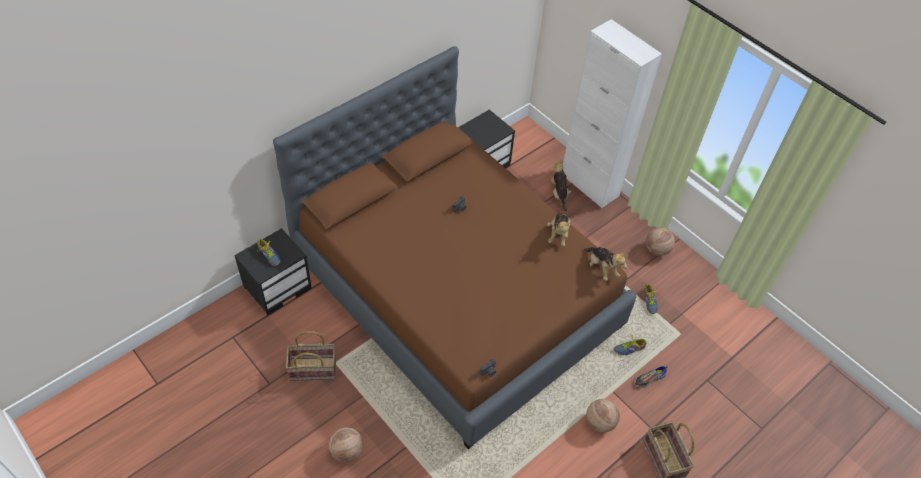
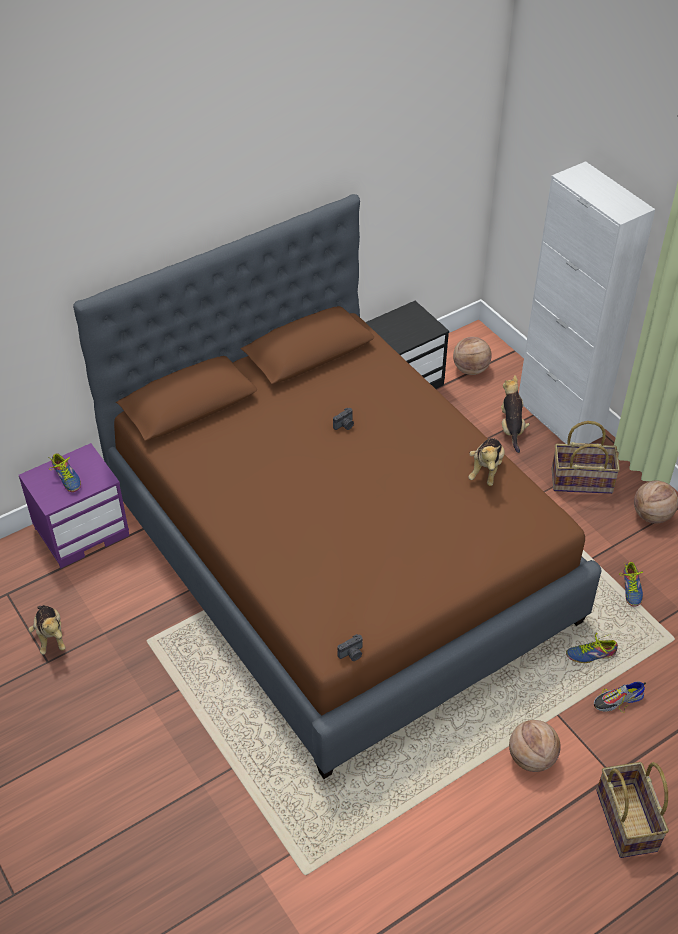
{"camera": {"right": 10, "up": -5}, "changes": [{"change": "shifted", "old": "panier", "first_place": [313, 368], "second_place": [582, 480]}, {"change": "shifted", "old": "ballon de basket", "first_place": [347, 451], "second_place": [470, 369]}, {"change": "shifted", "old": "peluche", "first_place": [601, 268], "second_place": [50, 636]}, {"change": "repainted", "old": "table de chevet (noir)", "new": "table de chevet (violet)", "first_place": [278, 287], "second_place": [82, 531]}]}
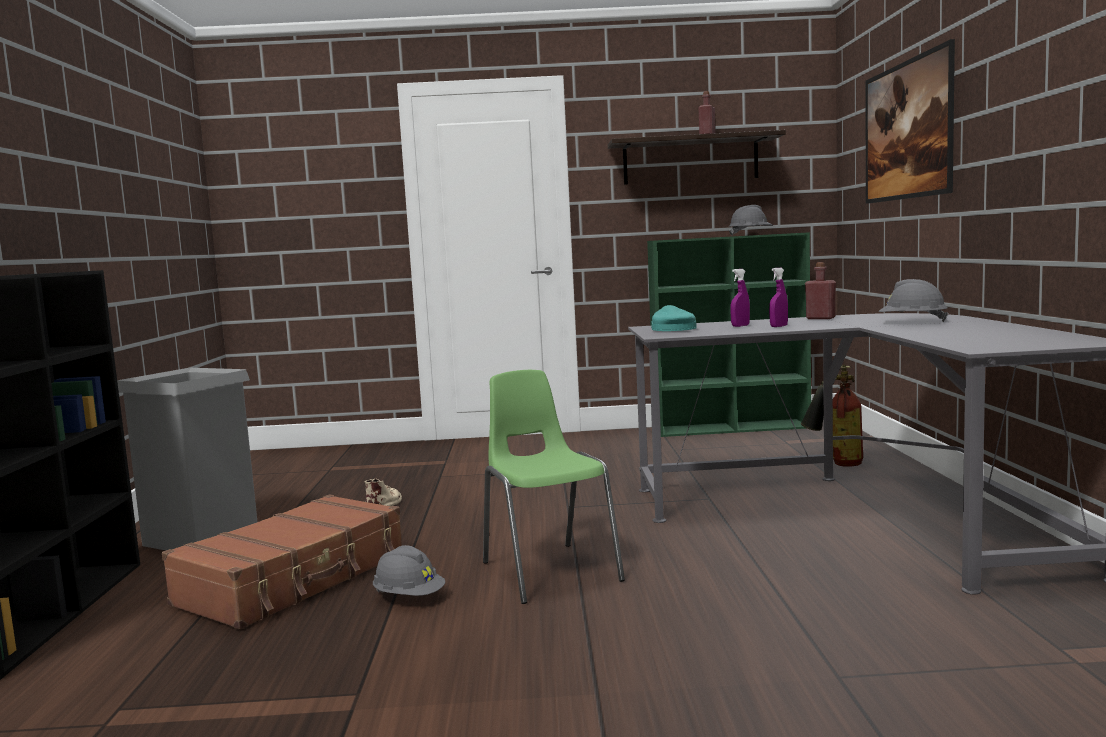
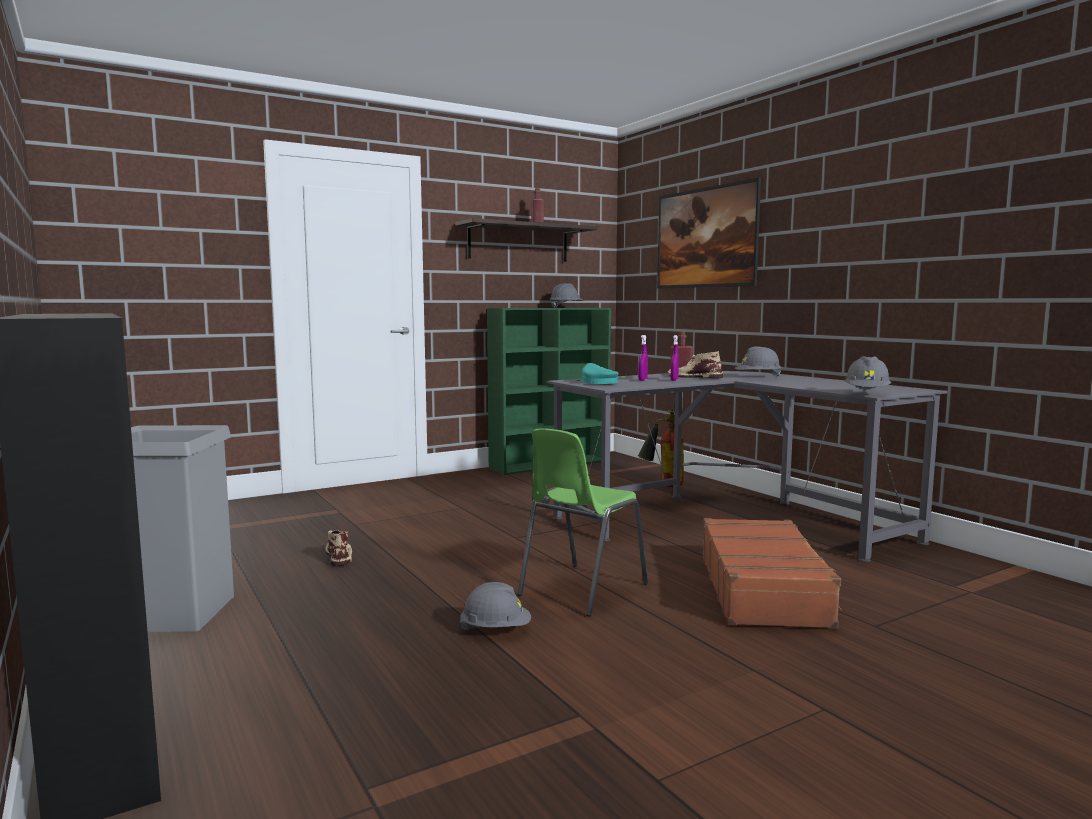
{"camera": {"right": -30, "up": 0}, "changes": [{"change": "new", "new": "botte (beige)", "second_place": [694, 377]}, {"change": "new", "new": "casque de chantier (gris)", "second_place": [866, 394]}, {"change": "shifted", "old": "valise (marron)", "first_place": [294, 580], "second_place": [763, 589]}, {"change": "rotated", "old": "chaise (vert)", "first_place": [549, 571], "second_place": [581, 589], "degrees": -90}]}
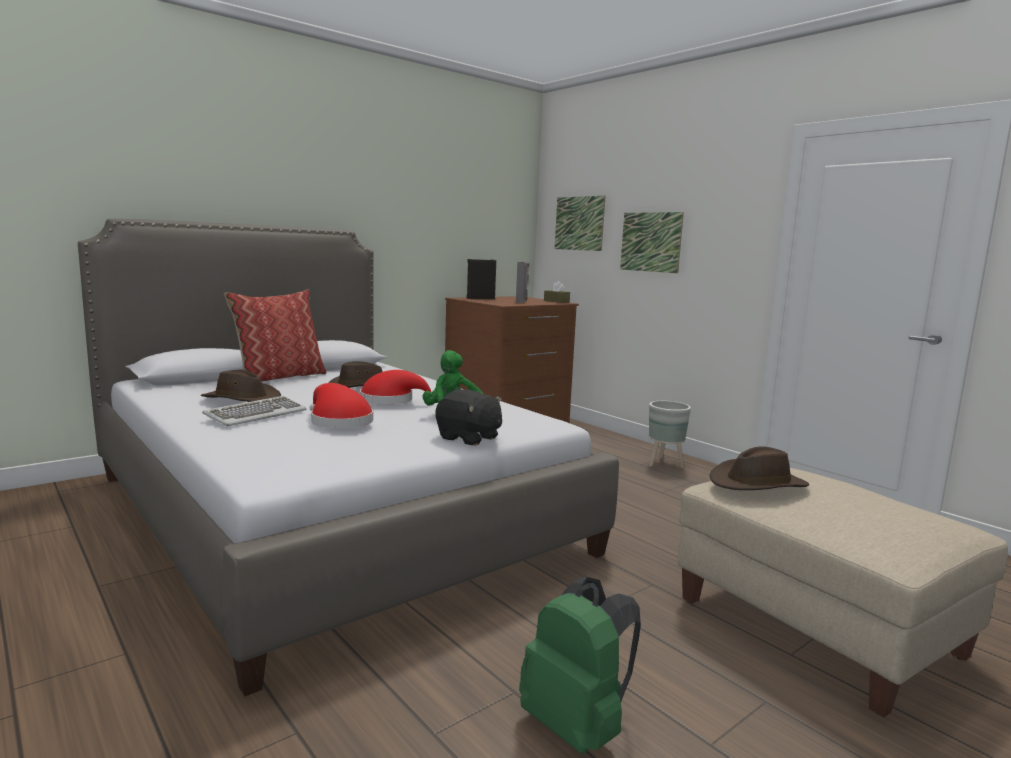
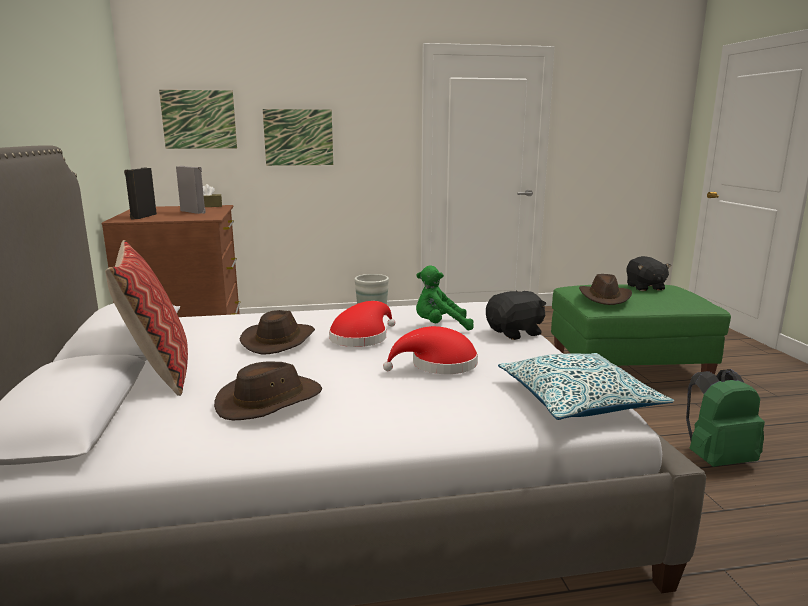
{"camera": {"right": -60, "up": 5}, "changes": [{"change": "gone", "old": "clavier", "first_place": [256, 415]}, {"change": "new", "new": "coussin", "second_place": [578, 401]}, {"change": "new", "new": "peluche (noir)", "second_place": [644, 287]}, {"change": "repainted", "old": "pouf (beige)", "new": "pouf (vert)", "first_place": [816, 628], "second_place": [628, 367]}]}
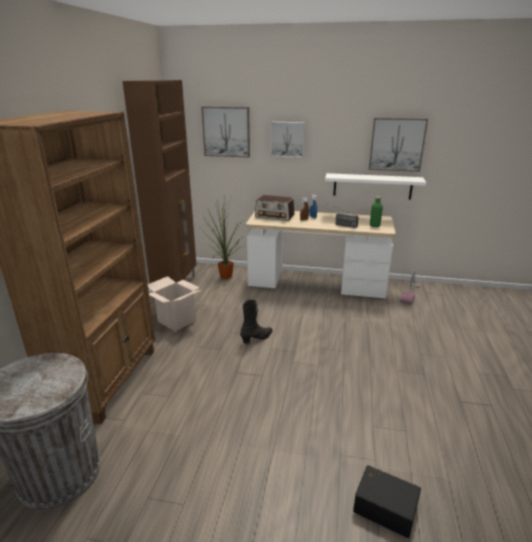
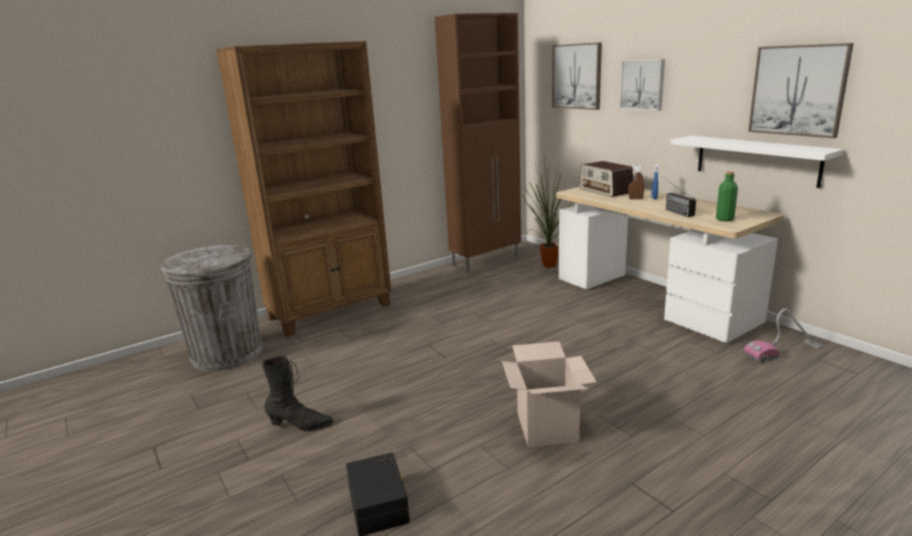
{"camera": {"right": 45, "up": -5}, "changes": [{"change": "shifted", "old": "carton", "first_place": [177, 321], "second_place": [547, 427]}, {"change": "shifted", "old": "botte (noir)", "first_place": [257, 338], "second_place": [300, 425]}]}
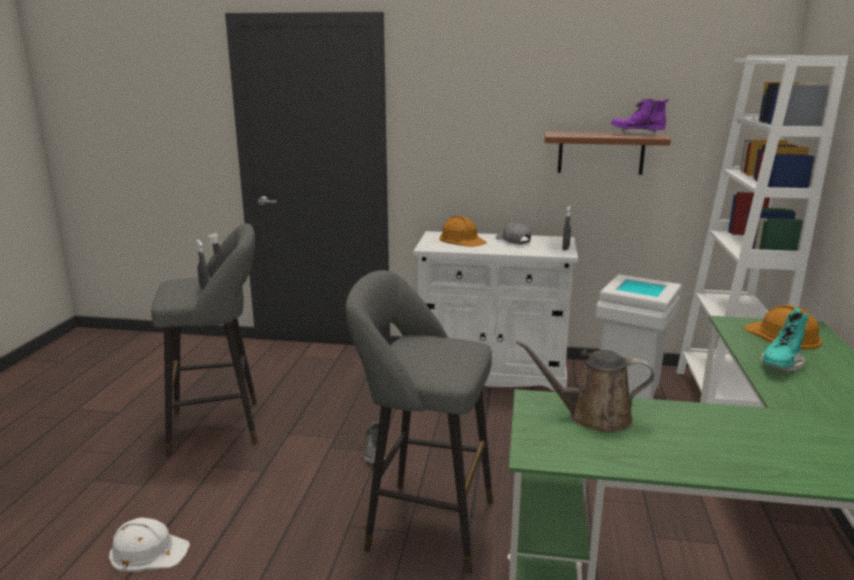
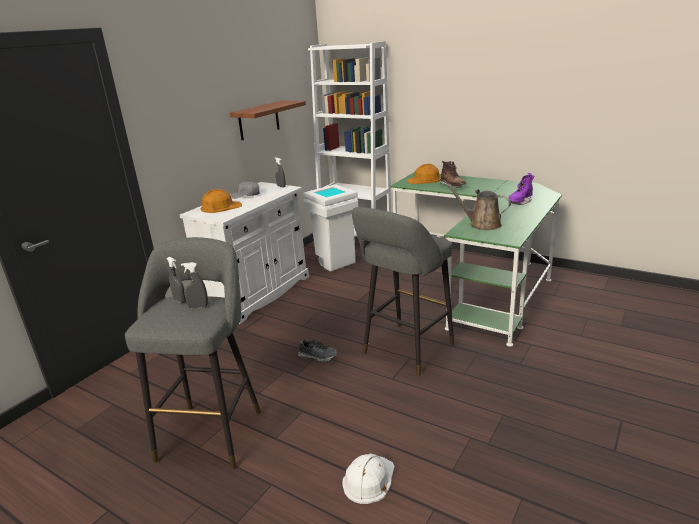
{"camera": {"right": -65, "up": 5}, "changes": [{"change": "shifted", "old": "botte (violet)", "first_place": [637, 134], "second_place": [520, 202]}, {"change": "repainted", "old": "botte (turquoise)", "new": "botte (marron)", "first_place": [781, 365], "second_place": [452, 186]}, {"change": "rotated", "old": "arrosoir (marron)", "first_place": [592, 417], "second_place": [482, 224], "degrees": 90}]}
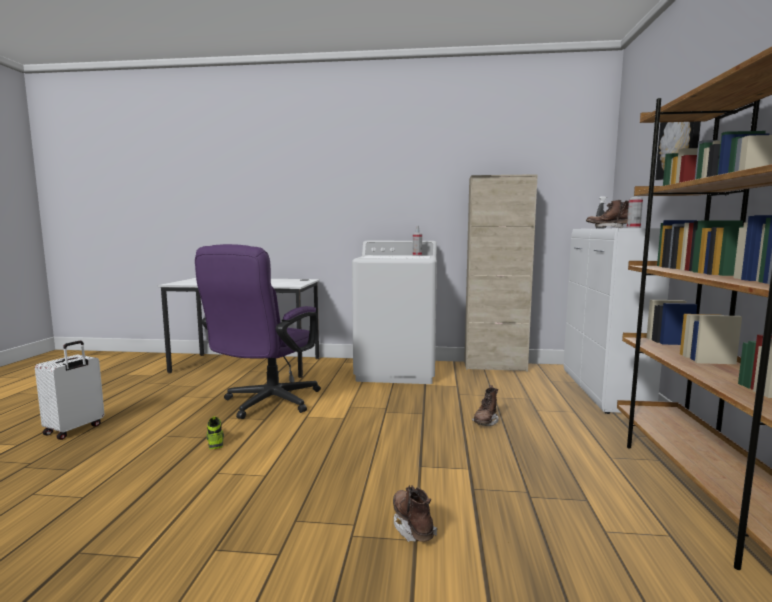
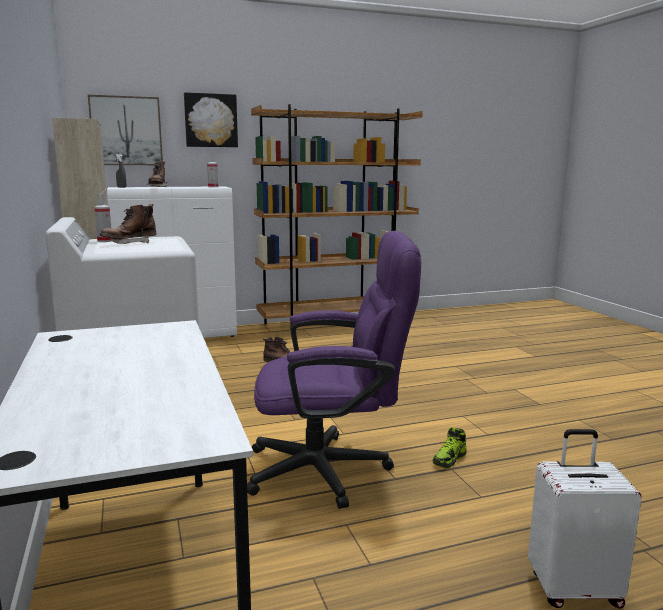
{"camera": {"right": -115, "up": 5}, "changes": [{"change": "new", "new": "tableau", "second_place": [126, 131]}, {"change": "shifted", "old": "botte (marron)", "first_place": [412, 526], "second_place": [130, 243]}]}
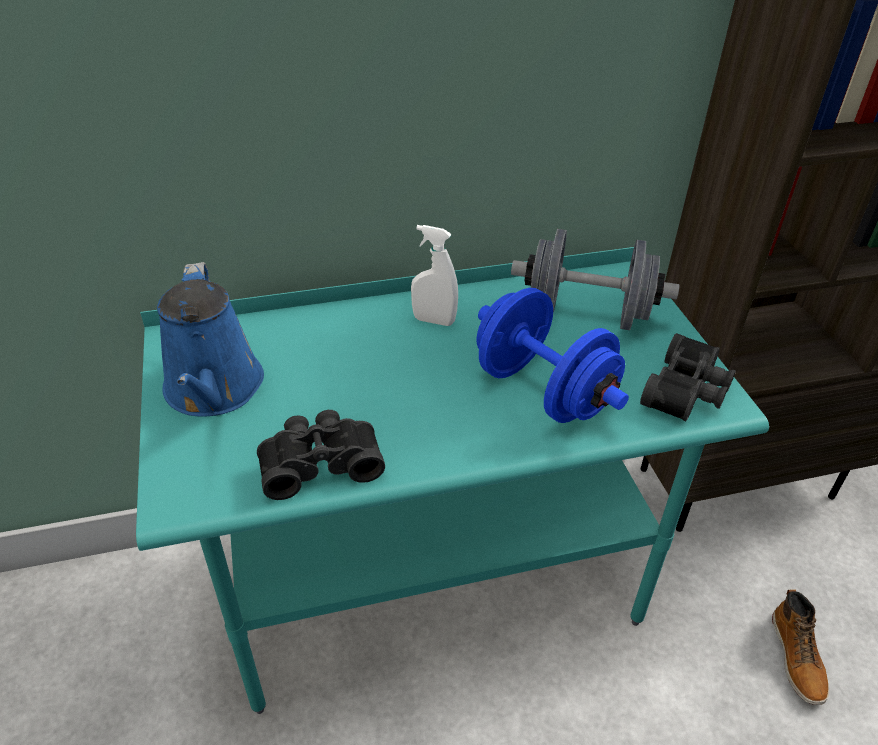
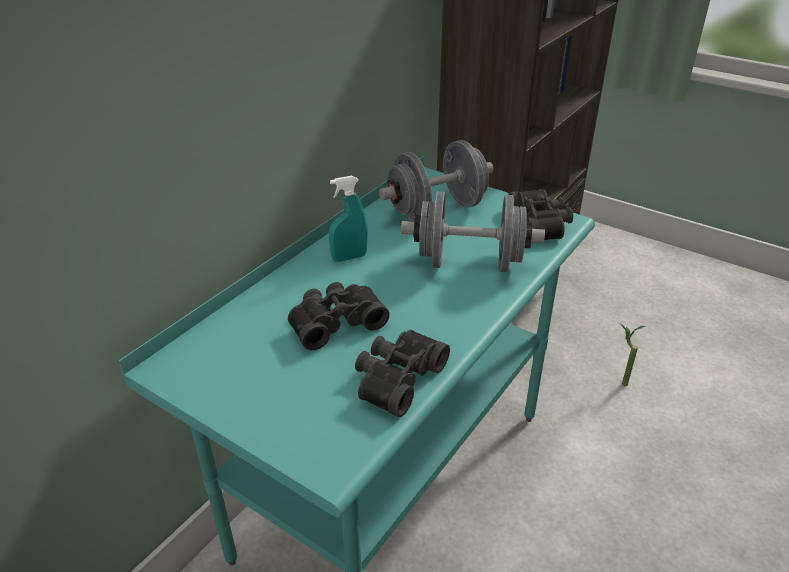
{"camera": {"right": -40, "up": -5}, "changes": [{"change": "gone", "old": "arrosoir (bleu)", "first_place": [214, 390]}, {"change": "new", "new": "jumelles (noir)", "second_place": [335, 322]}, {"change": "swapped", "old": "botte", "new": "plante en pot", "first_place": [797, 658], "second_place": [618, 382]}, {"change": "repainted", "old": "vaporisateur (blanc)", "new": "vaporisateur (turquoise)", "first_place": [434, 320], "second_place": [349, 257]}, {"change": "repainted", "old": "haltère (bleu)", "new": "haltère (gris)", "first_place": [543, 391], "second_place": [469, 263]}]}
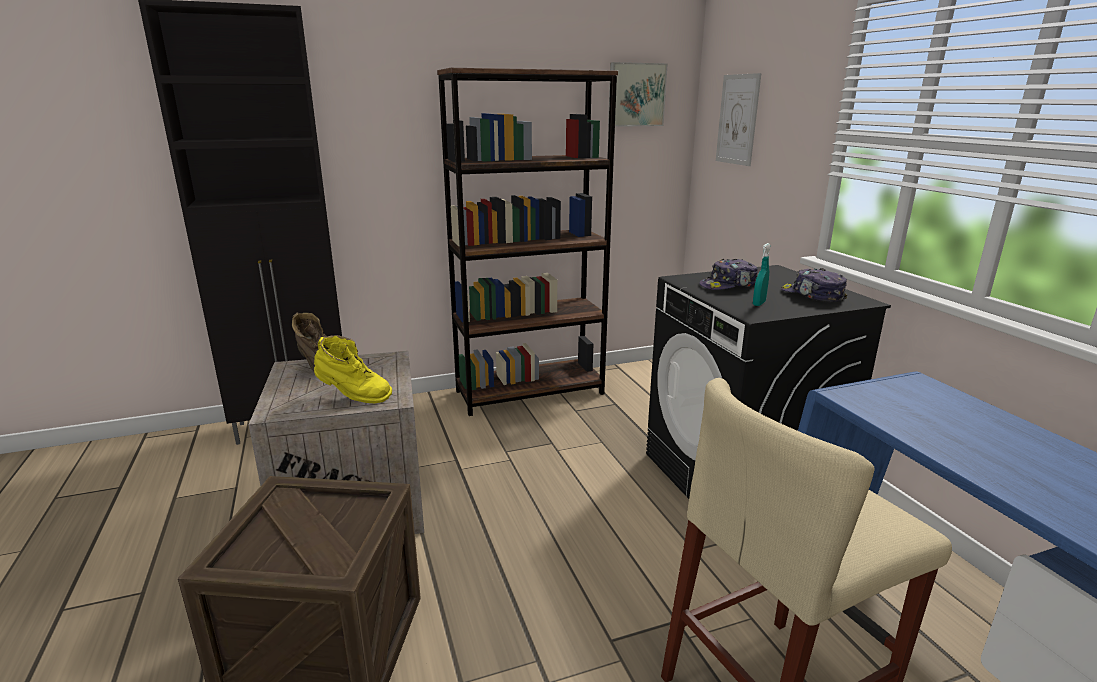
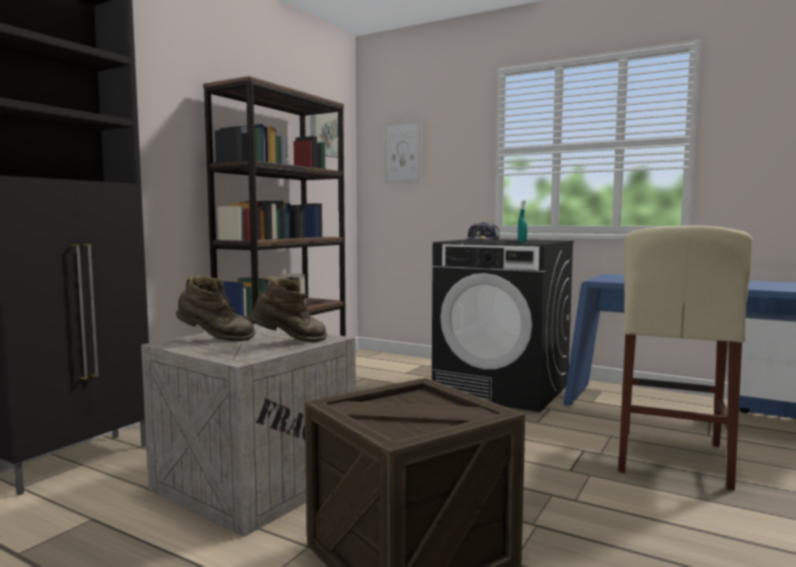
{"camera": {"right": -40, "up": -15}, "changes": [{"change": "gone", "old": "casquette", "first_place": [812, 295]}, {"change": "repainted", "old": "botte (jaune)", "new": "botte (marron)", "first_place": [353, 397], "second_place": [290, 342]}]}
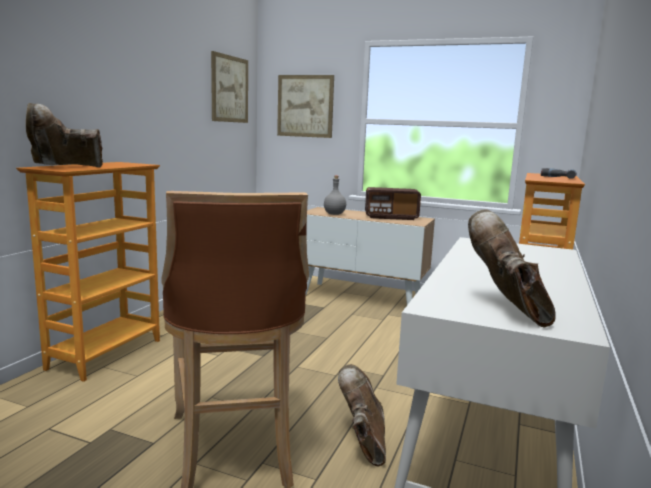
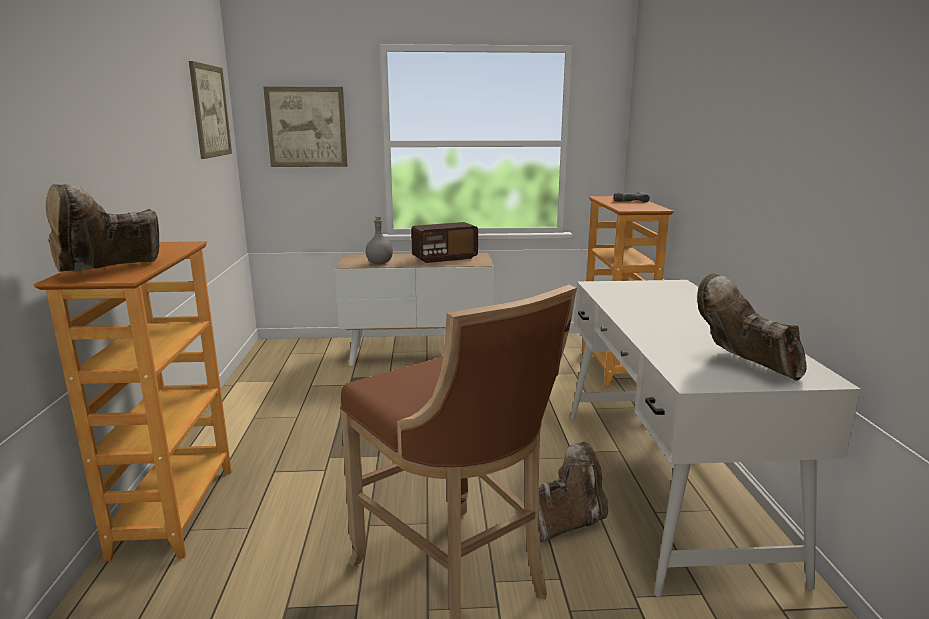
{"camera": {"right": -25, "up": 5}, "changes": [{"change": "rotated", "old": "botte (marron)", "first_place": [363, 442], "second_place": [567, 523], "degrees": 90}]}
